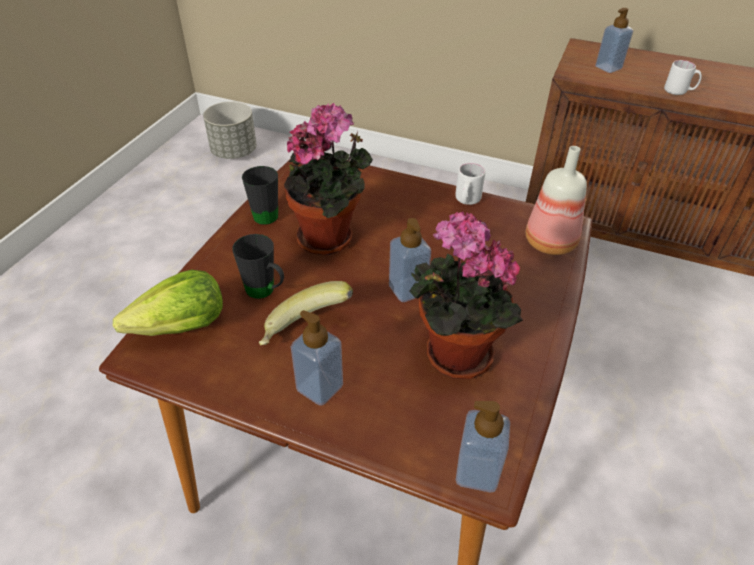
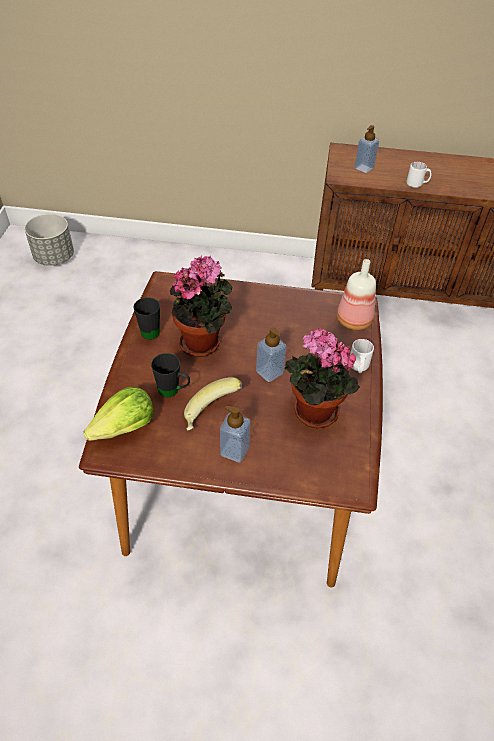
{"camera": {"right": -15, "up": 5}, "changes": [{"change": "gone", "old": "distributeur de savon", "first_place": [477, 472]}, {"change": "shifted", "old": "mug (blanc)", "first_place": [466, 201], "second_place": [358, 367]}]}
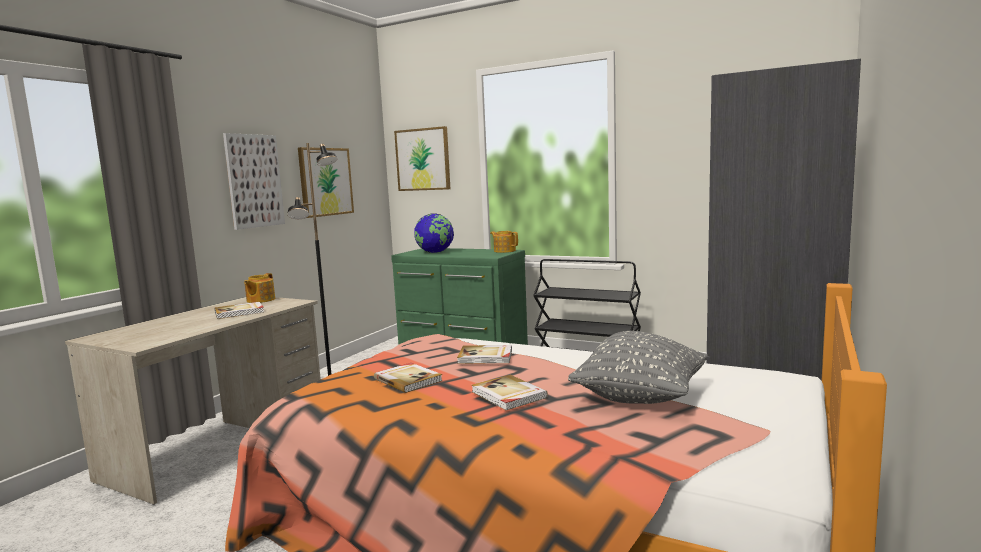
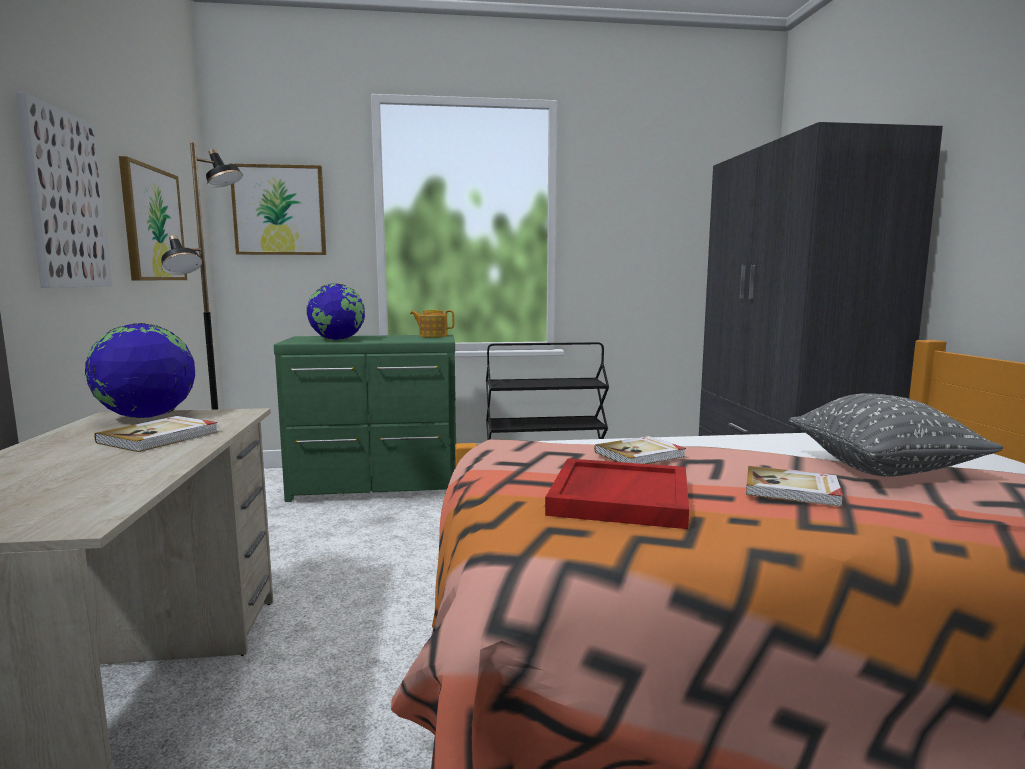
{"camera": {"right": -35, "up": 0}, "changes": [{"change": "swapped", "old": "théière", "new": "globe", "first_place": [260, 300], "second_place": [146, 417]}, {"change": "swapped", "old": "livre", "new": "plateau (rouge)", "first_place": [408, 380], "second_place": [618, 497]}]}
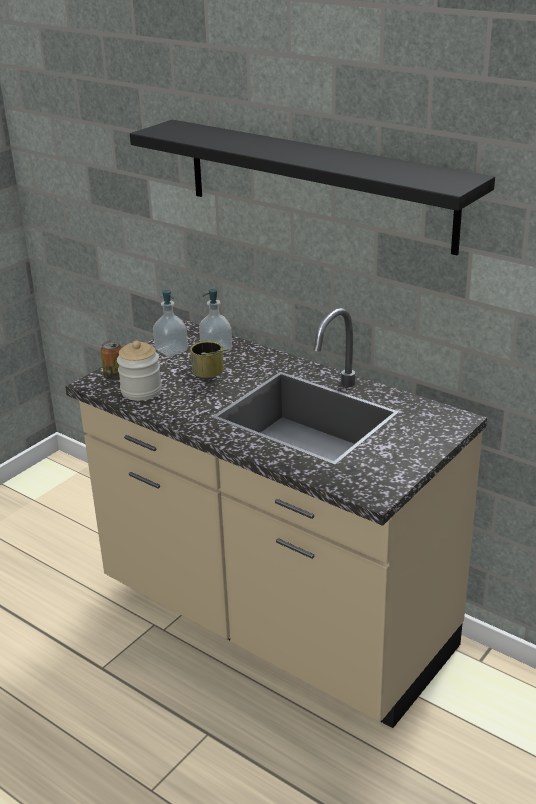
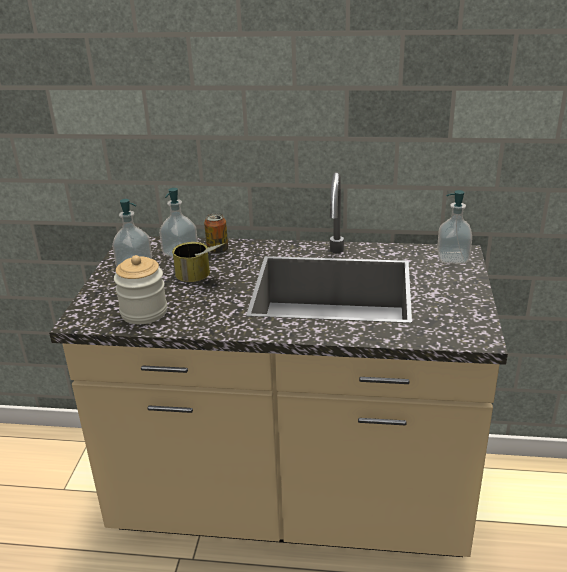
{"camera": {"right": -30, "up": 0}, "changes": [{"change": "gone", "old": "étagère (noir)", "first_place": [316, 184]}, {"change": "new", "new": "distributeur de savon", "second_place": [452, 258]}, {"change": "shifted", "old": "boîte métallique", "first_place": [114, 377], "second_place": [217, 250]}]}
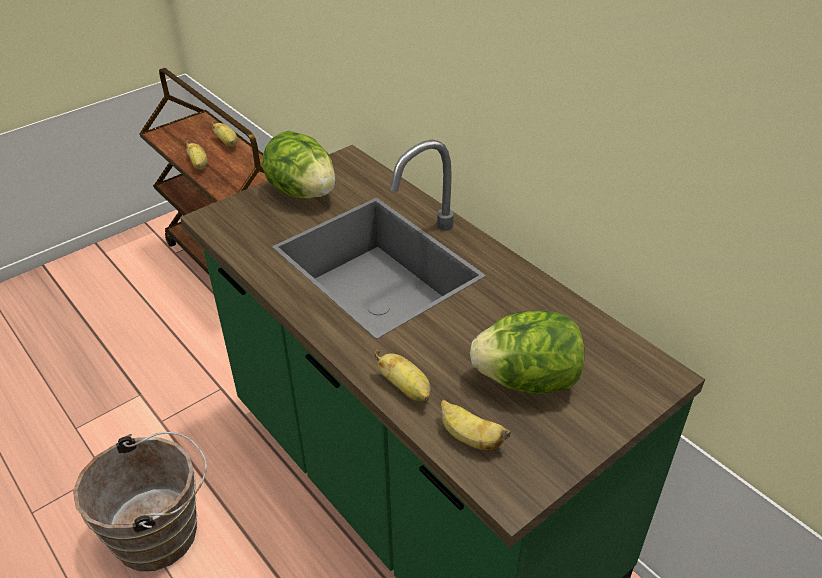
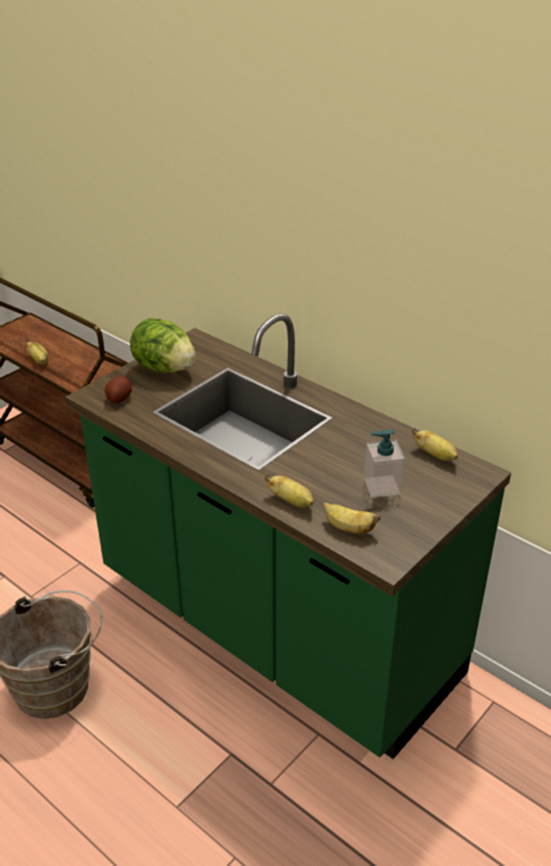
{"camera": {"right": -10, "up": -5}, "changes": [{"change": "new", "new": "pomme de terre", "second_place": [119, 398]}, {"change": "shifted", "old": "banane", "first_place": [227, 143], "second_place": [435, 455]}, {"change": "swapped", "old": "laitue", "new": "distributeur de savon", "first_place": [527, 380], "second_place": [381, 486]}]}
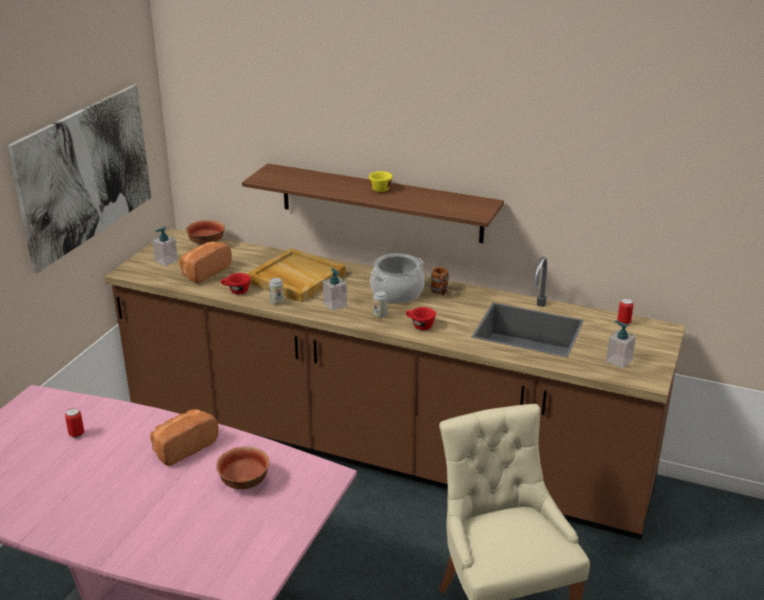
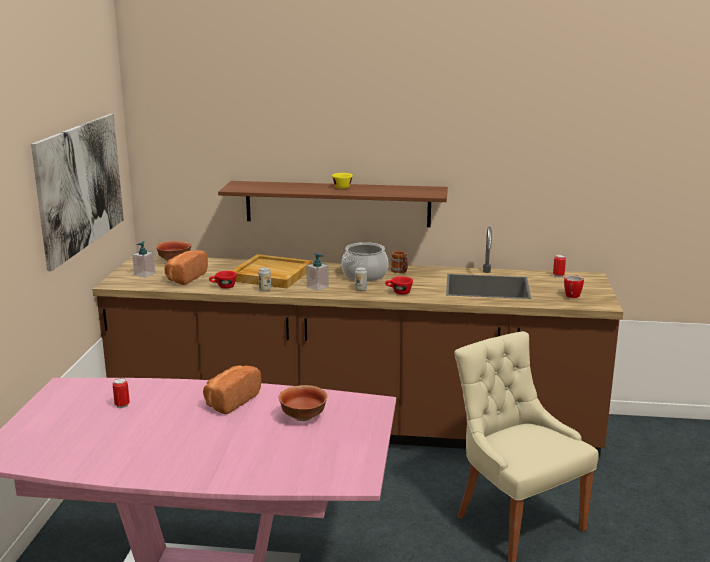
{"camera": {"right": -15, "up": -10}, "changes": [{"change": "swapped", "old": "distributeur de savon", "new": "mug", "first_place": [618, 361], "second_place": [571, 297]}]}
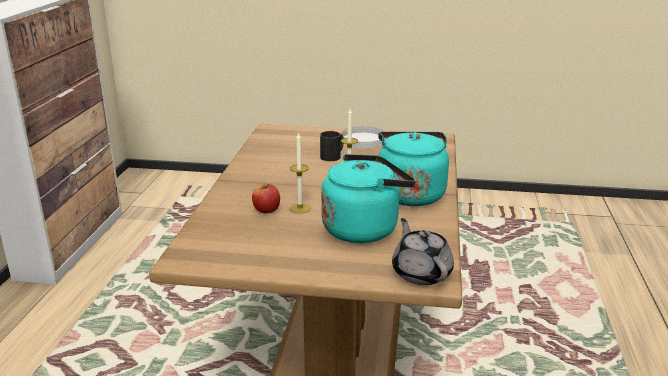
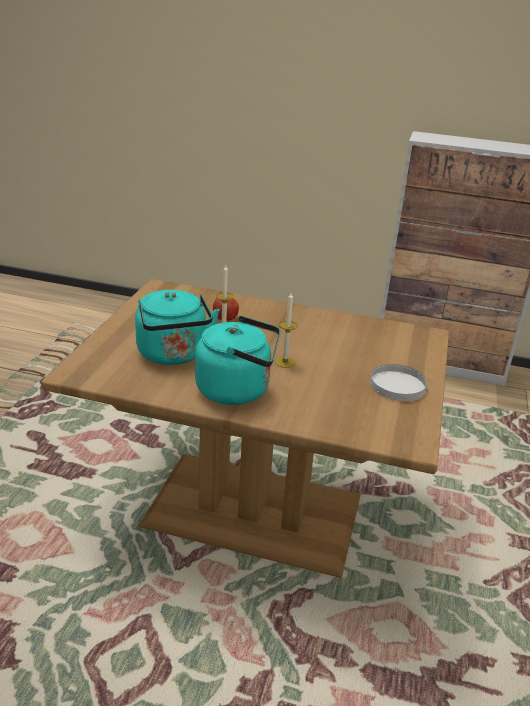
{"camera": {"right": 95, "up": 5}, "changes": [{"change": "gone", "old": "mug (noir)", "first_place": [333, 156]}, {"change": "gone", "old": "théière (gris)", "first_place": [421, 273]}]}
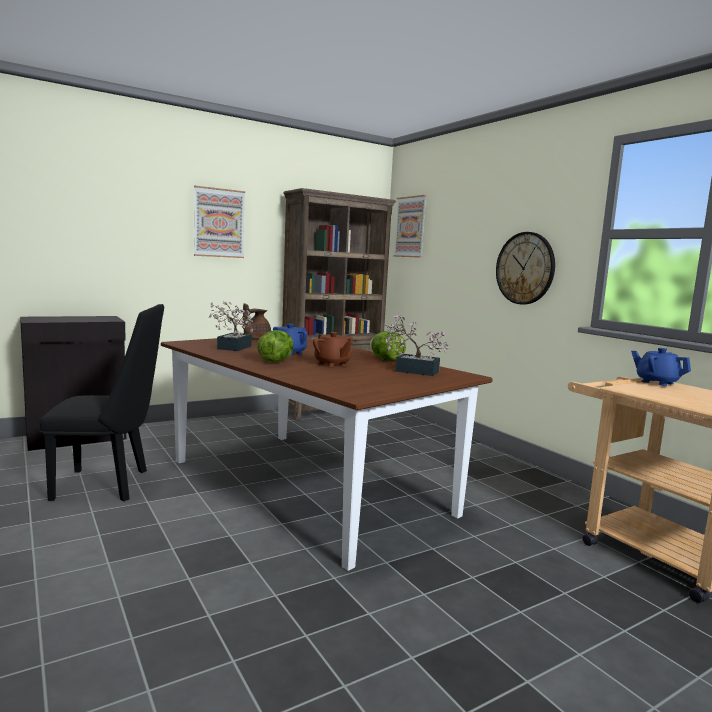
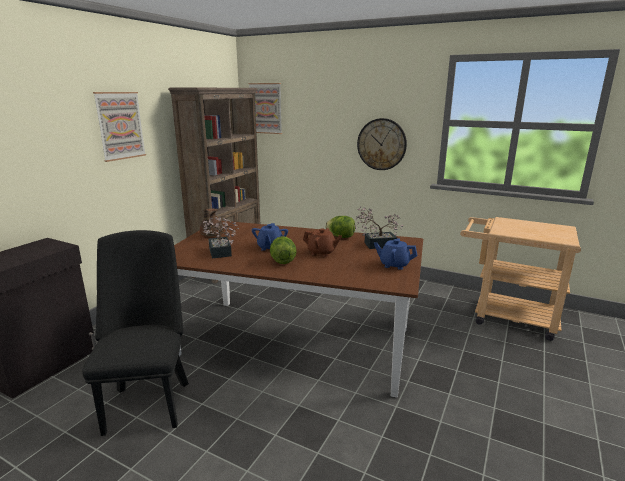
{"camera": {"right": -30, "up": 10}, "changes": [{"change": "shifted", "old": "théière (bleu)", "first_place": [657, 382], "second_place": [394, 265]}, {"change": "rotated", "old": "chaise (noir)", "first_place": [110, 484], "second_place": [148, 401], "degrees": -60}]}
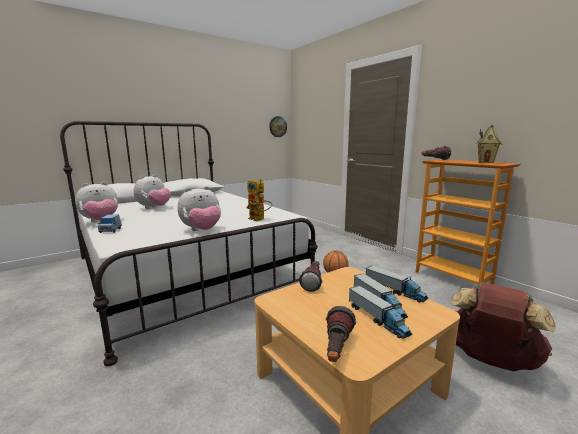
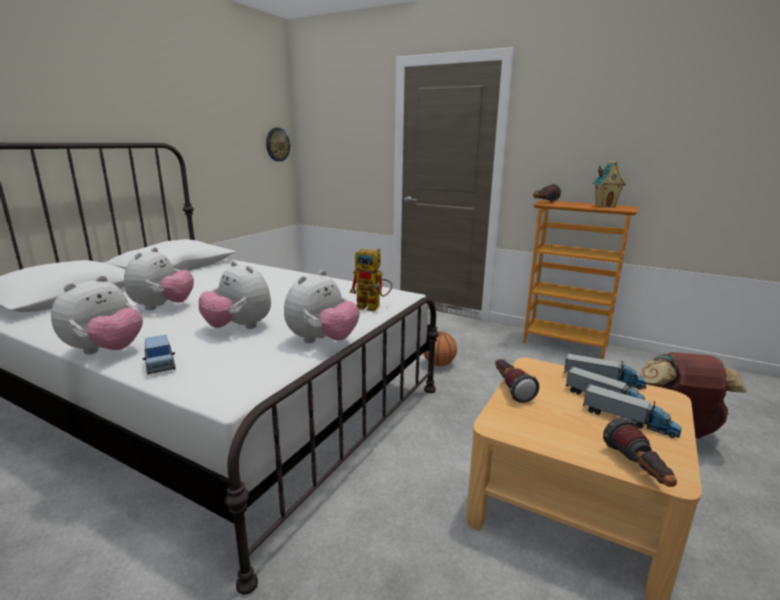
{"camera": {"right": -25, "up": 5}, "changes": [{"change": "new", "new": "peluche", "second_place": [239, 327]}]}
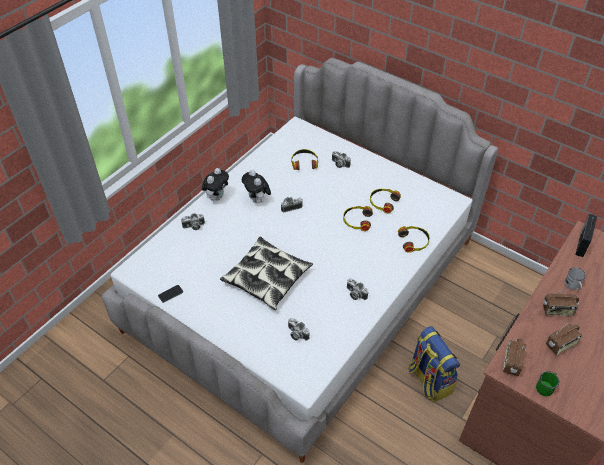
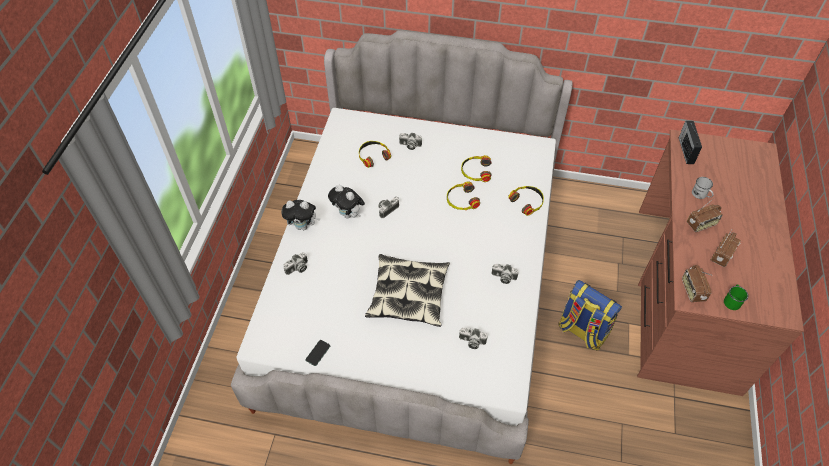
{"camera": {"right": -25, "up": 5}, "changes": [{"change": "rotated", "old": "peluche", "first_place": [217, 197], "second_place": [303, 226], "degrees": 90}]}
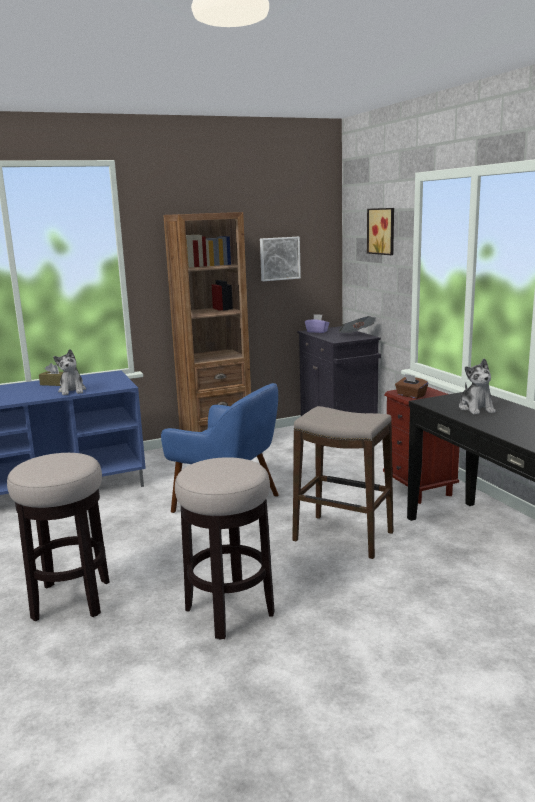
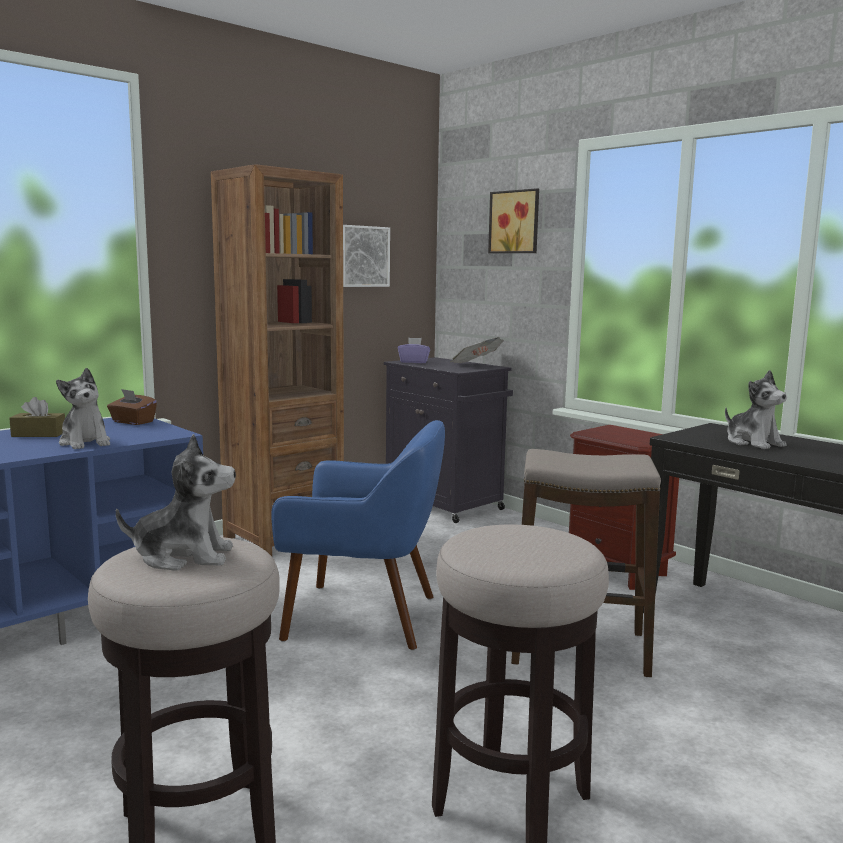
{"camera": {"right": -20, "up": -5}, "changes": [{"change": "new", "new": "peluche", "second_place": [184, 556]}, {"change": "shifted", "old": "boîte à mouchoirs (marron)", "first_place": [411, 395], "second_place": [132, 422]}]}
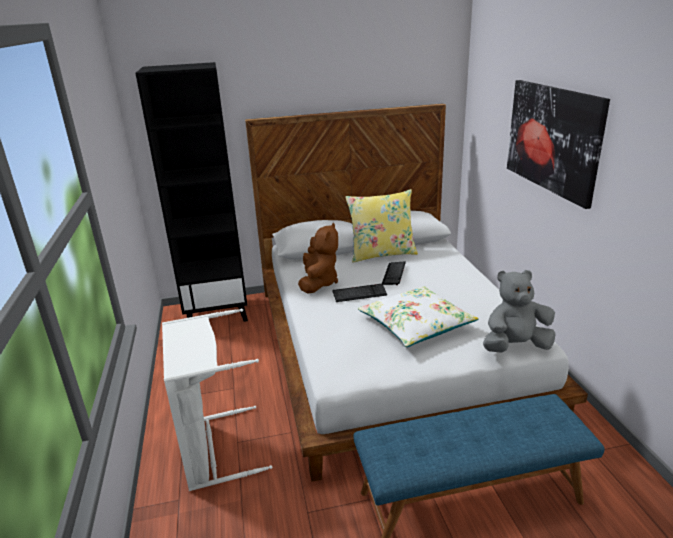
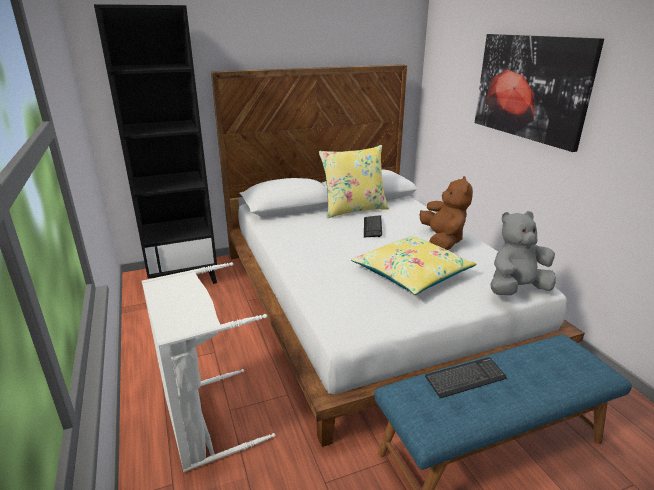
{"camera": {"right": -10, "up": 0}, "changes": [{"change": "shifted", "old": "peluche (marron)", "first_place": [318, 283], "second_place": [442, 240]}, {"change": "shifted", "old": "clavier", "first_place": [359, 294], "second_place": [465, 378]}, {"change": "repainted", "old": "coussin (blanc)", "new": "coussin (jaune)", "first_place": [416, 325], "second_place": [411, 274]}]}
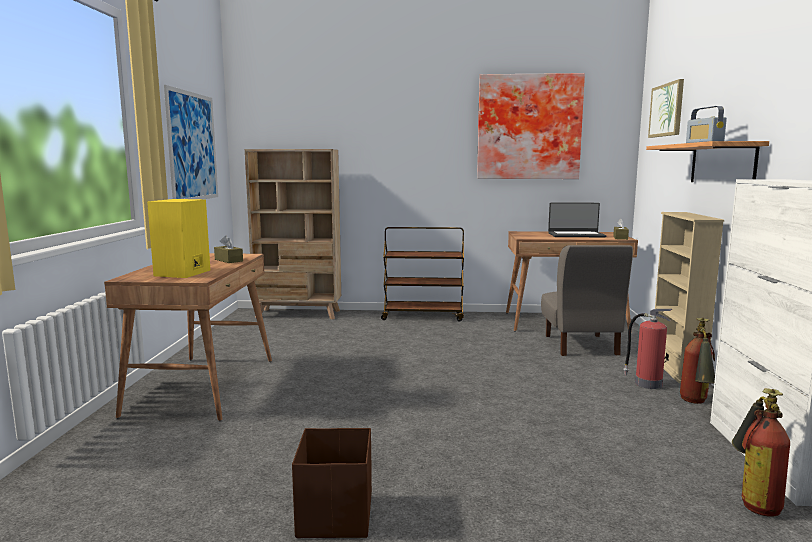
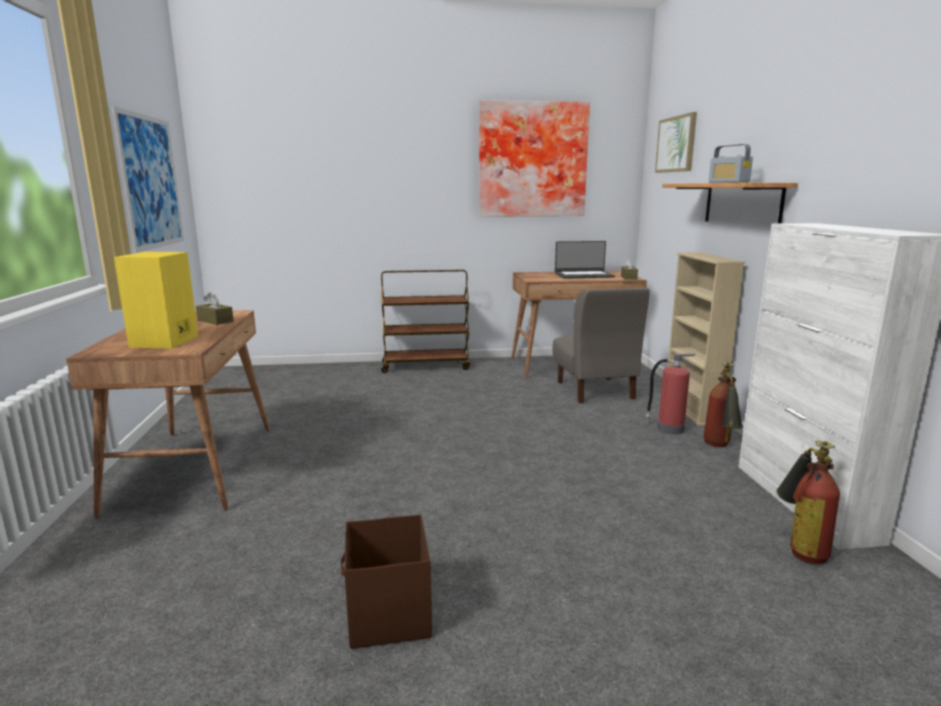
{"camera": {"right": -10, "up": 5}, "changes": [{"change": "gone", "old": "bibliothèque (beige)", "first_place": [298, 314]}]}
